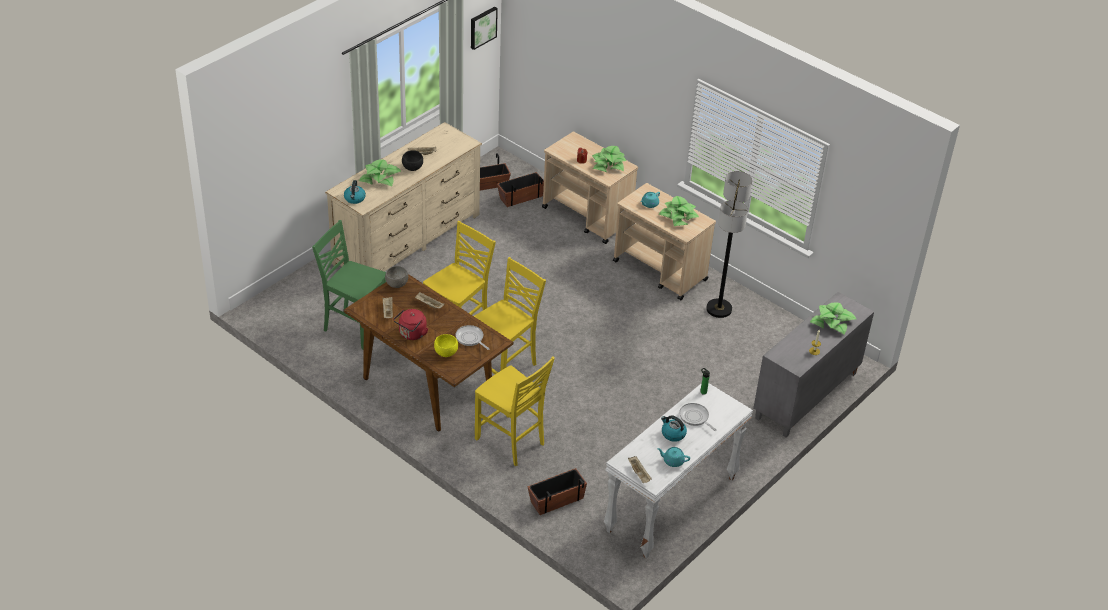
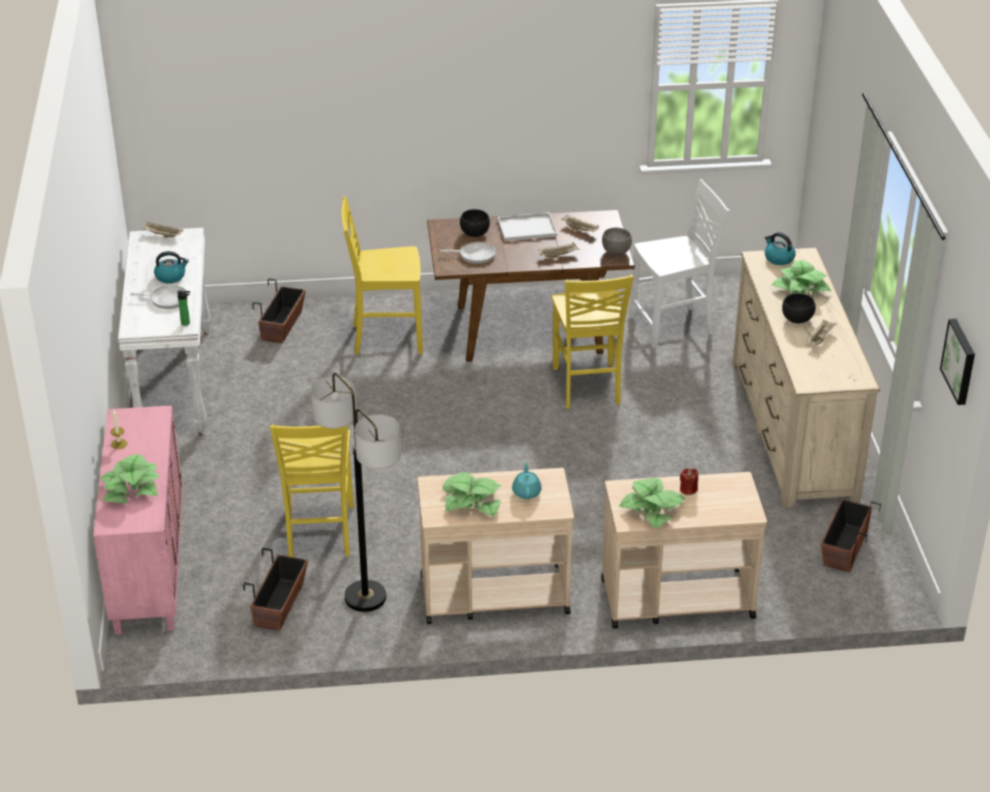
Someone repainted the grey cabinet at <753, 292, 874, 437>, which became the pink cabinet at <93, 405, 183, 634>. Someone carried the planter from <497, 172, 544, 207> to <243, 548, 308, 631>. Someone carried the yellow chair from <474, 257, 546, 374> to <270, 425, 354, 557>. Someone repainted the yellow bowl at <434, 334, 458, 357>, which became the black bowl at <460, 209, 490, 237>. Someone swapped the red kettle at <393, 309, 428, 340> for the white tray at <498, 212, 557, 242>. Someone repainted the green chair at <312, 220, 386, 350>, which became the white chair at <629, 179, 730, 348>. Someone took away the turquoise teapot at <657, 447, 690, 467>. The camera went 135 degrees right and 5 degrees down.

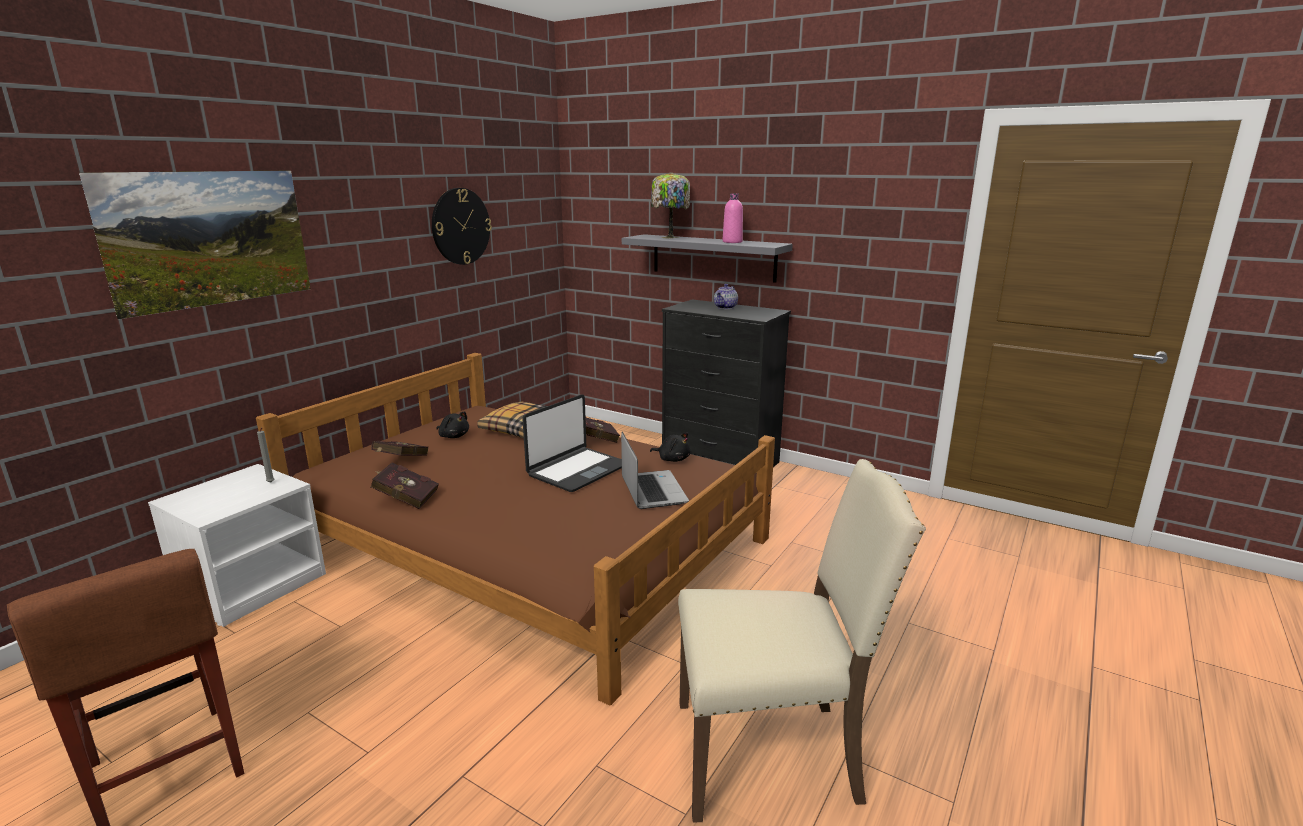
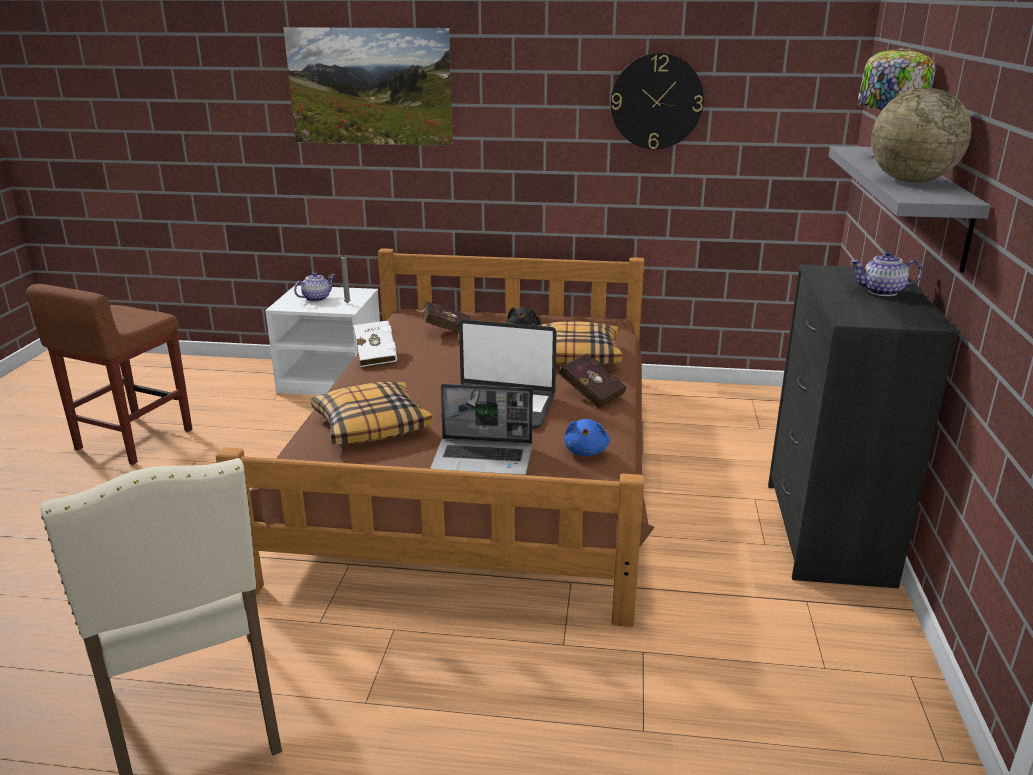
Someone put down the teapot at <294, 272, 335, 302>. Someone put down the pillow at <311, 382, 433, 444>. Someone repainted the red book at <370, 463, 439, 509>, which became the white book at <353, 321, 397, 367>. Someone rotated the laptop at <621, 432, 689, 509> by 45 degrees clockwise. Someone repainted the black plush toy at <650, 432, 691, 462>, which became the blue plush toy at <564, 419, 610, 456>. Someone swapped the pink bottle at <723, 193, 743, 243> for the globe at <871, 88, 971, 182>. The camera went 65 degrees right and 5 degrees up.

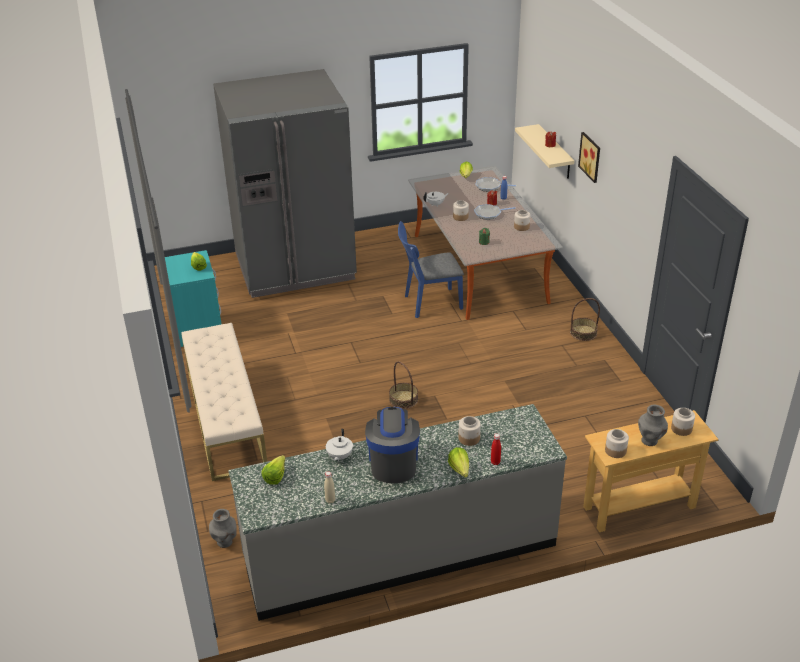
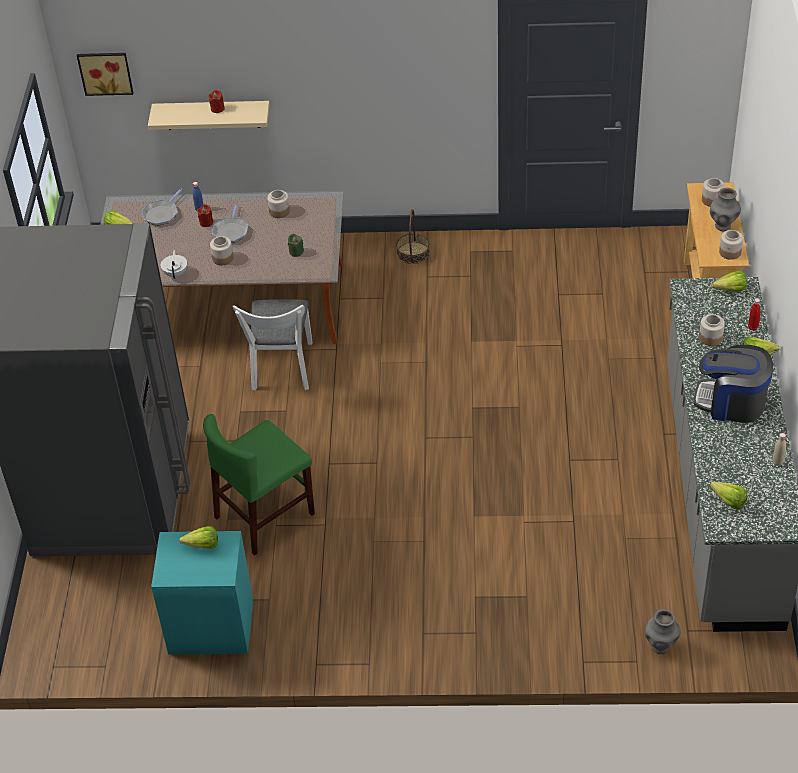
Someone carried the picture from <578, 132, 600, 183> to <77, 53, 133, 96>. Someone put down the green chair at <203, 414, 315, 556>. Someone repainted the blue chair at <398, 221, 464, 318>, which became the white chair at <233, 299, 312, 390>. Someone put down the lettuce at <712, 271, 747, 291>. Someone took away the beige bench at <182, 323, 267, 481>. Someone took away the white teapot at <326, 429, 353, 461>. Someone took away the basket at <389, 361, 418, 409>. The camera went 70 degrees left and 10 degrees up.

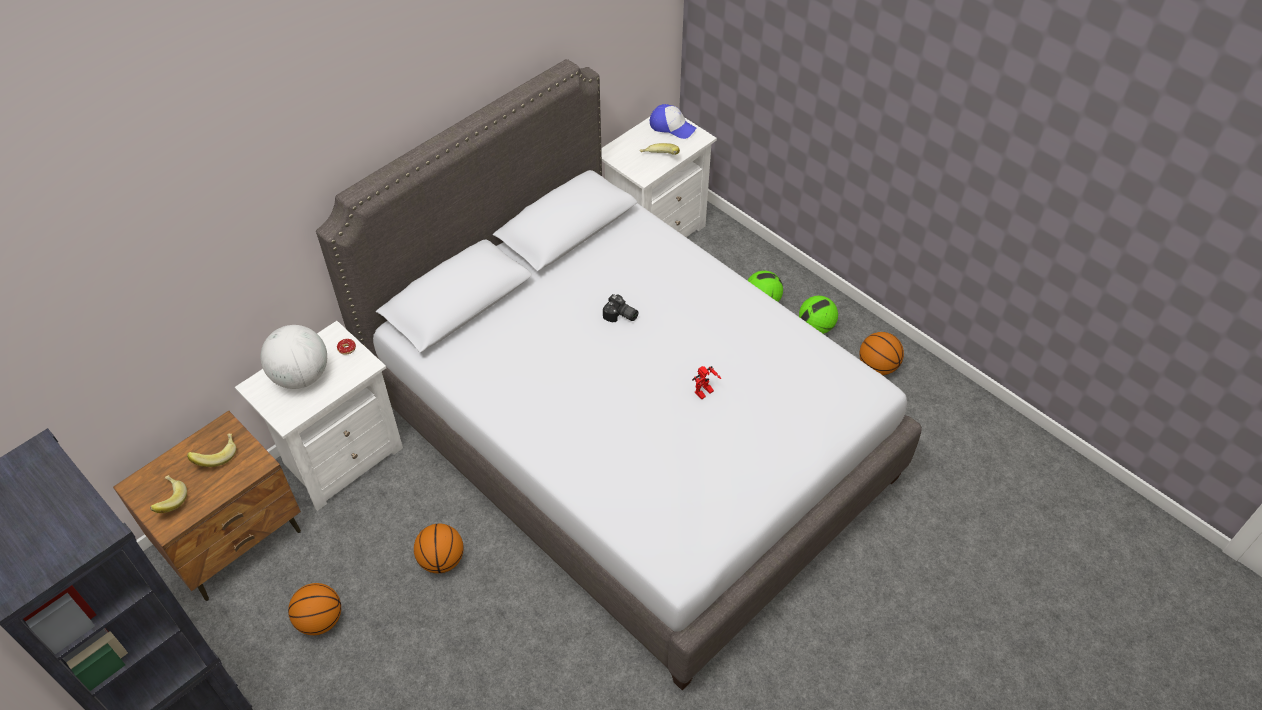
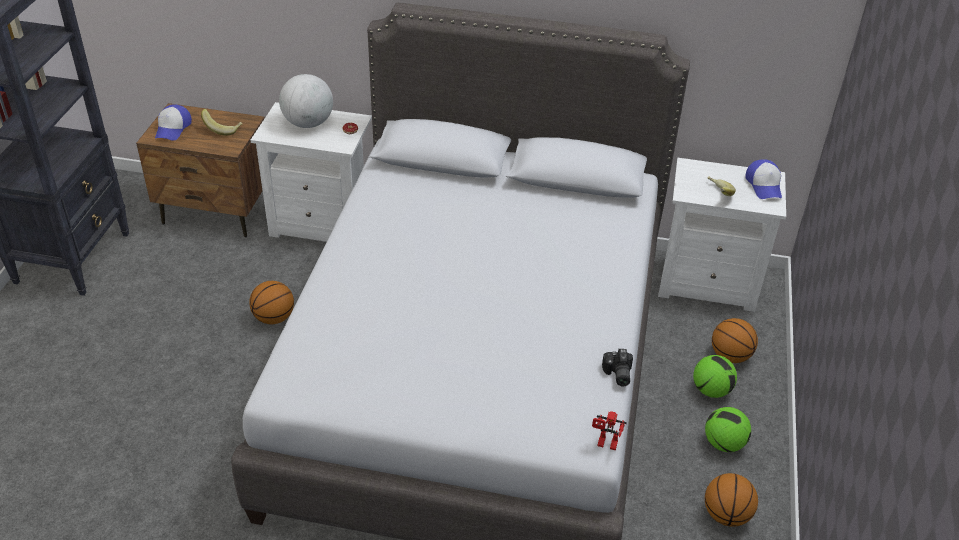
Someone swapped the banana at <150, 475, 187, 513> for the cap at <155, 104, 192, 141>. Someone carried the toy robot from <692, 366, 721, 399> to <592, 411, 627, 450>. Someone carried the photo camera from <603, 294, 639, 322> to <602, 349, 633, 386>. Someone carried the basketball from <288, 583, 341, 635> to <712, 318, 758, 363>. The camera went 55 degrees right and 10 degrees down.

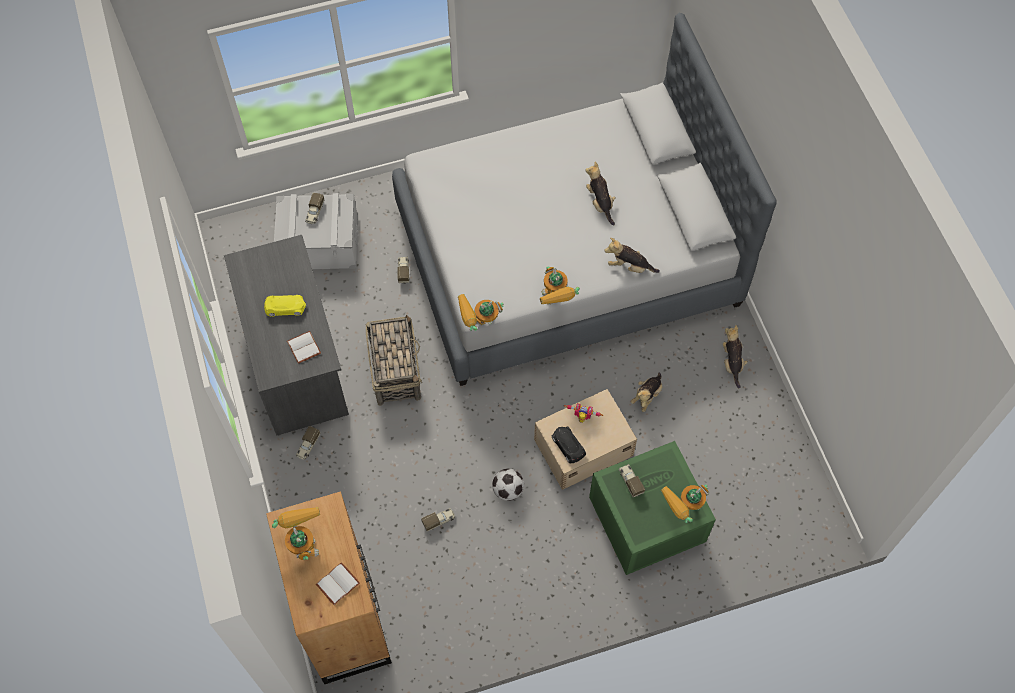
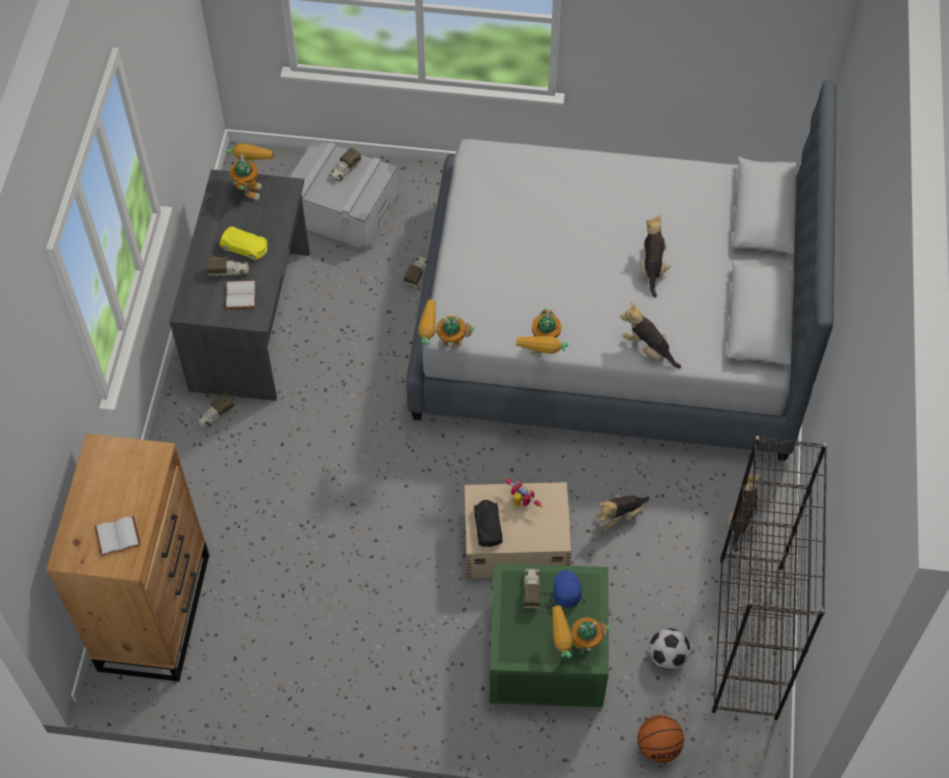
Someone carried the toy truck from <421, 508, 455, 531> to <207, 257, 249, 277>. Someone carried the toy robot from <272, 507, 320, 560> to <226, 143, 274, 201>. Someone put down the blue cap at <553, 570, 582, 607>. Someone put down the basketball at <637, 715, 684, 763>. Someone carried the football from <492, 469, 524, 501> to <649, 628, 690, 670>. Someone put down the black bookcase at <712, 436, 827, 720>. Someone took away the basket at <366, 315, 422, 406>. The camera went 25 degrees right and 5 degrees down.

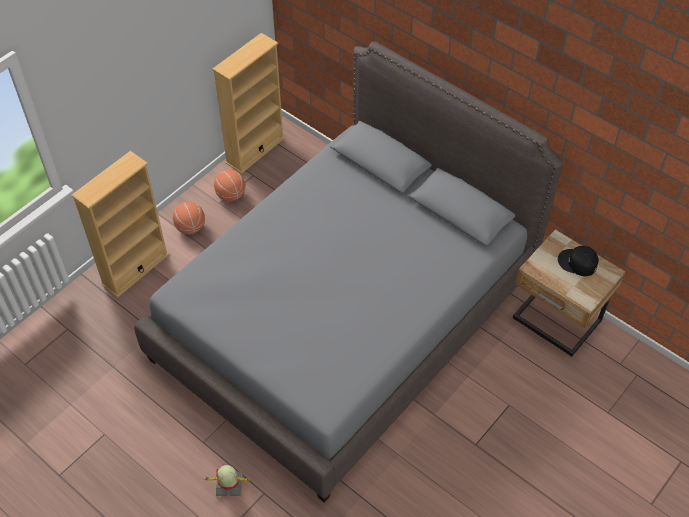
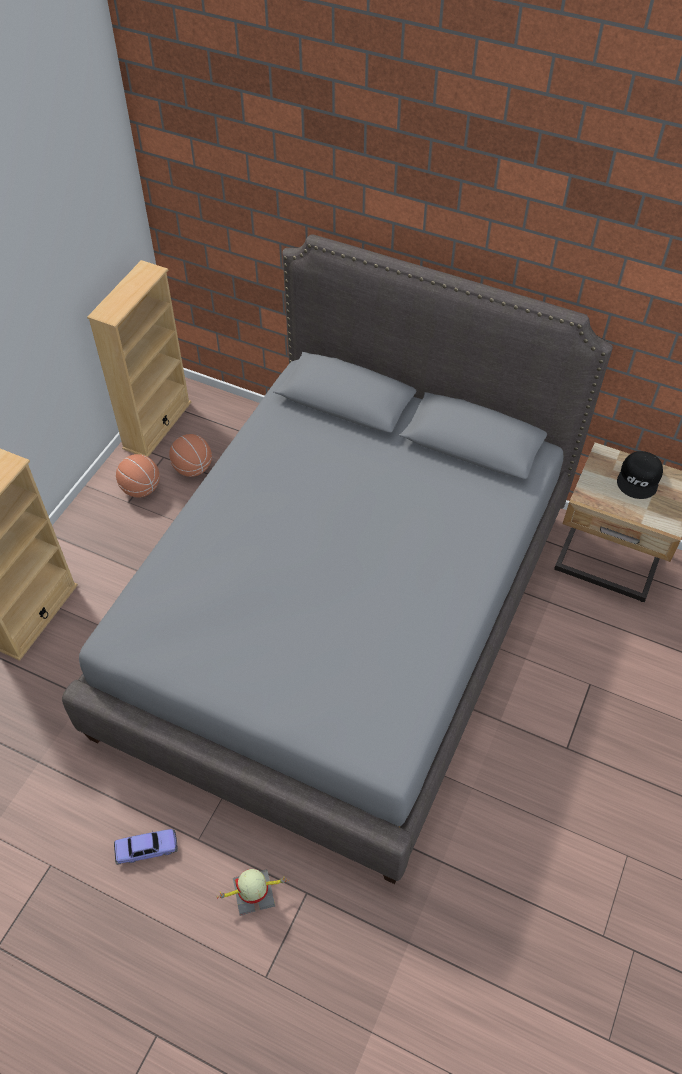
Someone put down the toy car at <114, 829, 178, 865>. Someone carried the basketball from <173, 202, 205, 234> to <169, 434, 212, 477>. Someone rotated the black cap at <558, 246, 599, 276> by 75 degrees counterclockwise. The camera went 15 degrees left and 0 degrees up.

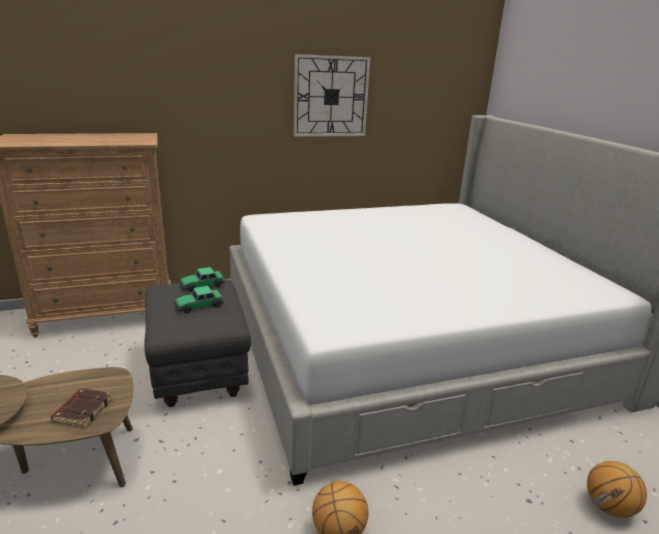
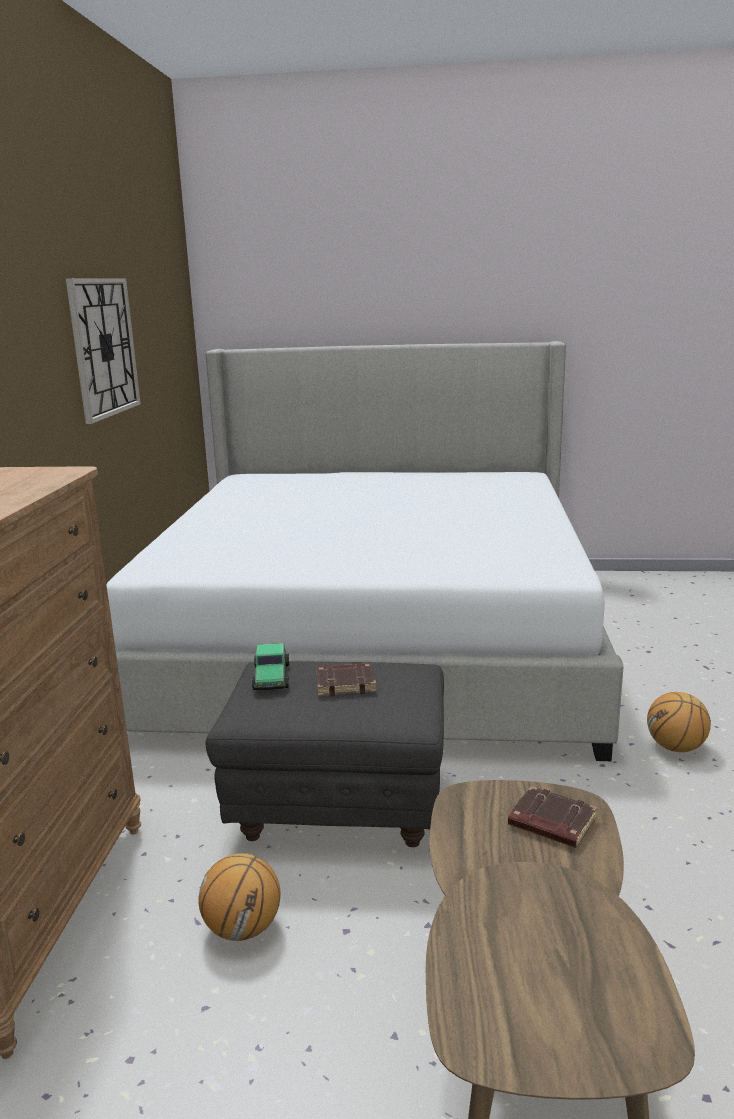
Someone carried the basketball from <587, 461, 647, 518> to <199, 853, 281, 941>. Someone swapped the toy car at <175, 286, 224, 313> for the brown book at <316, 663, 377, 696>. The camera went 65 degrees left and 5 degrees down.

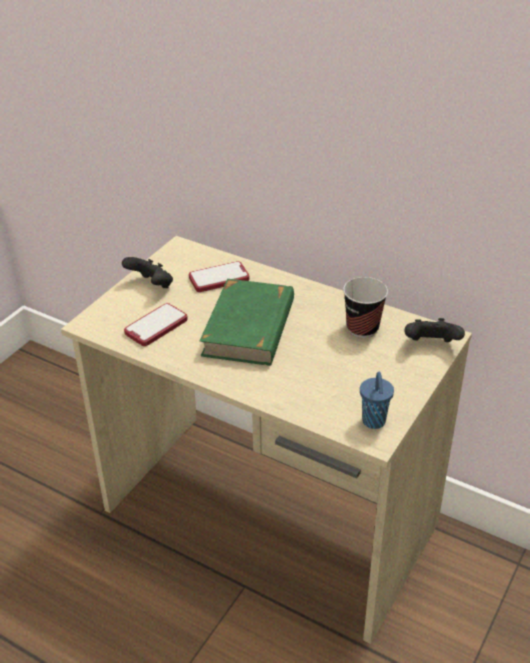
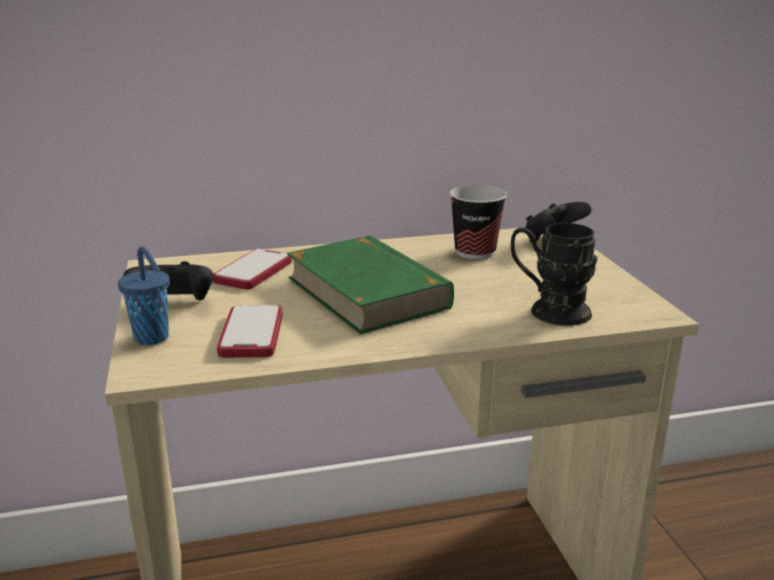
Someone carried the blue cup from <360, 372, 394, 429> to <118, 246, 170, 345>. Someone put down the black mug at <511, 223, 598, 326>. The camera went 45 degrees left and 15 degrees down.

